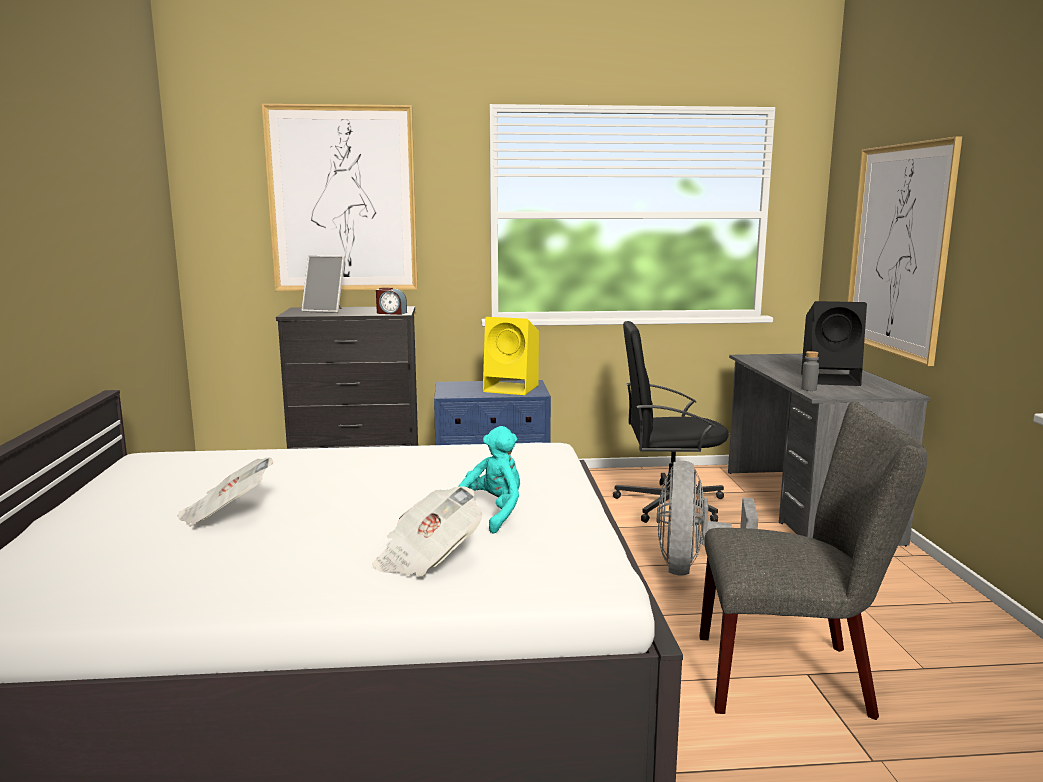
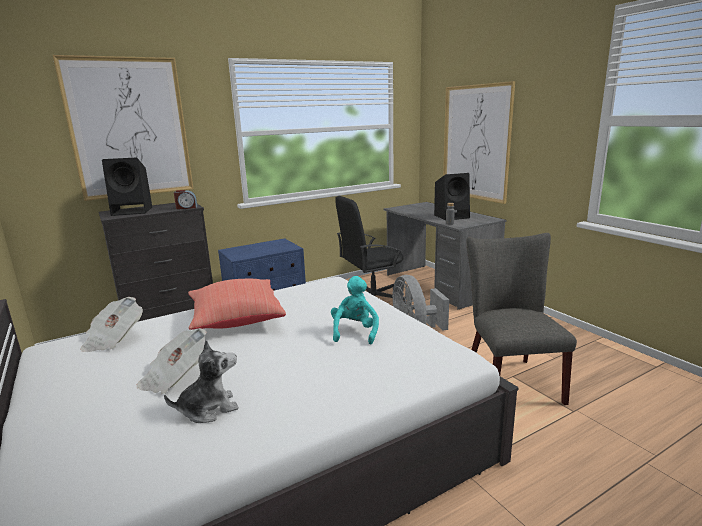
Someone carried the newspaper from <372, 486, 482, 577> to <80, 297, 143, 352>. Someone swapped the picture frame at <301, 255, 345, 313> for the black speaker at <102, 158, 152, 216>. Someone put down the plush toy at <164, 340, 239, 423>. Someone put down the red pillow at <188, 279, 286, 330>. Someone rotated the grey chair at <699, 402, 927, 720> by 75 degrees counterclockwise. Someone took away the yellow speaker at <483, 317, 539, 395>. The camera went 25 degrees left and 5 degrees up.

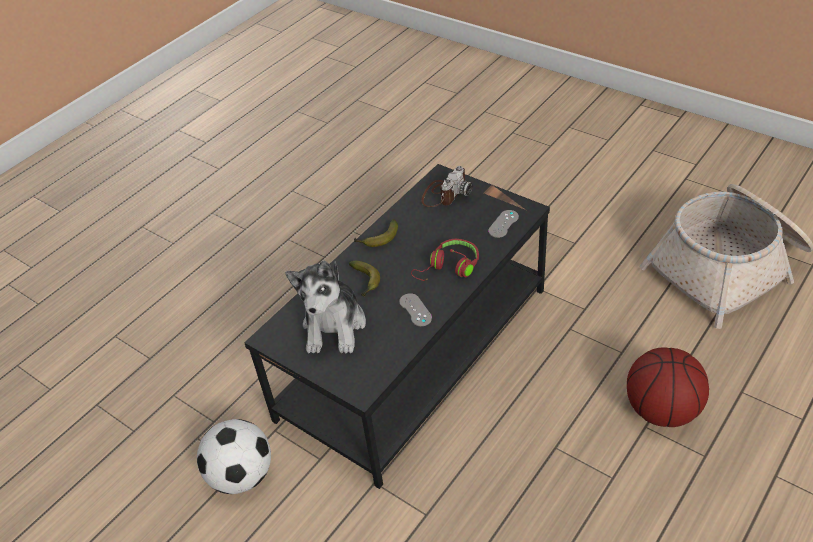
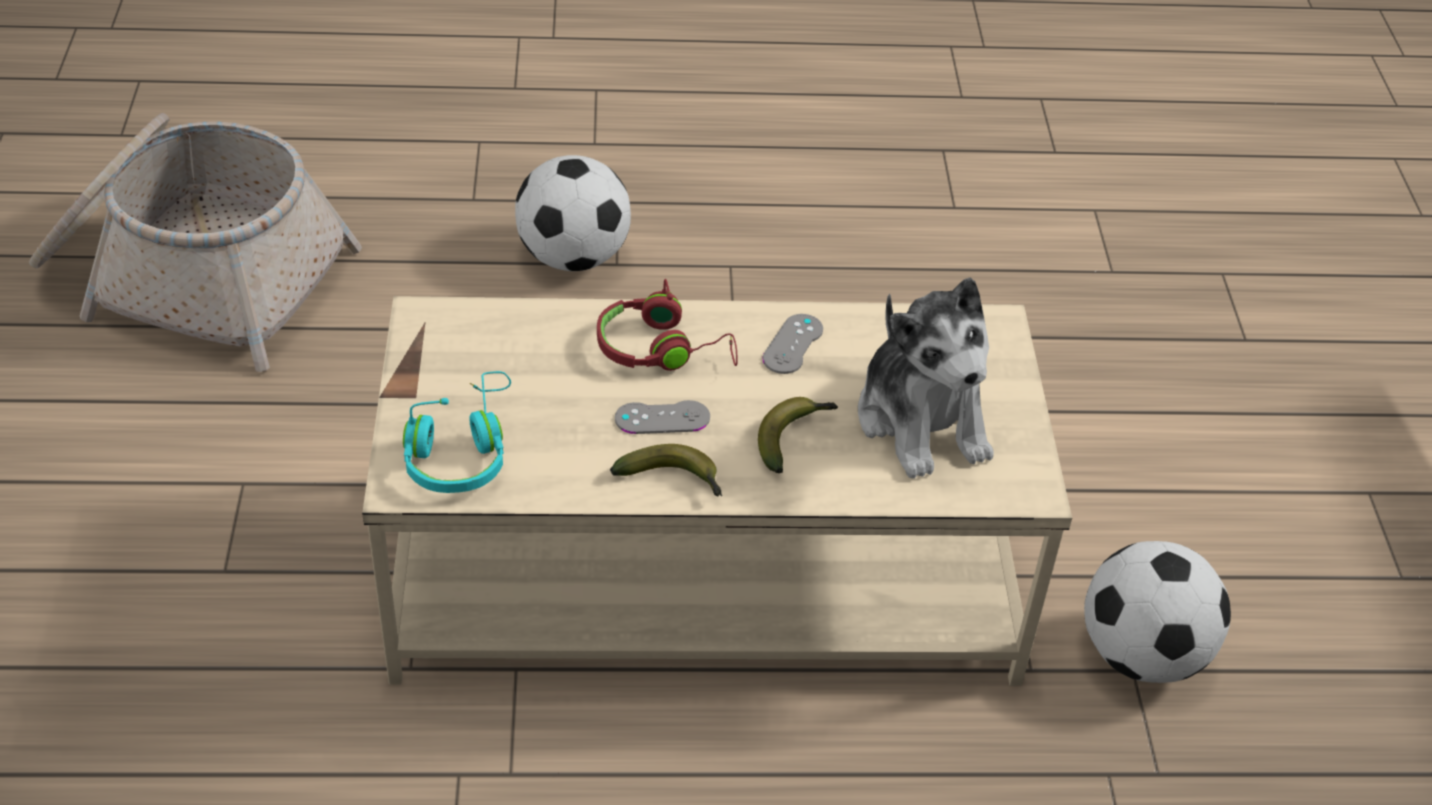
Someone repainted the black coffee table at <244, 164, 550, 489>, which became the beige coffee table at <362, 296, 1072, 686>. Someone swapped the photo camera at <421, 166, 472, 207> for the turquoise headphones at <403, 371, 511, 493>. Someone swapped the basketball at <627, 347, 709, 427> for the football at <515, 155, 631, 271>. Someone carried the grey game controller from <488, 210, 519, 238> to <615, 400, 710, 434>. Someone rotated the plush toy at <285, 260, 366, 353> by 105 degrees clockwise. The camera went 135 degrees left and 0 degrees up.

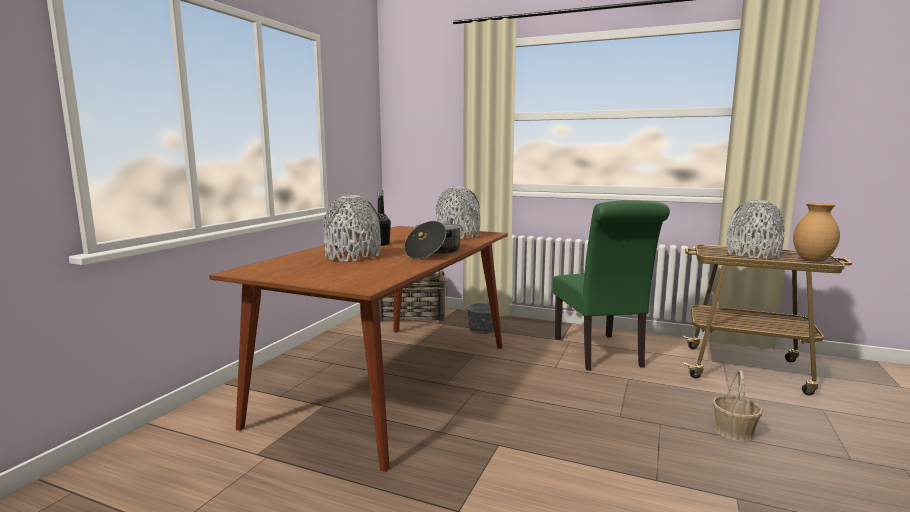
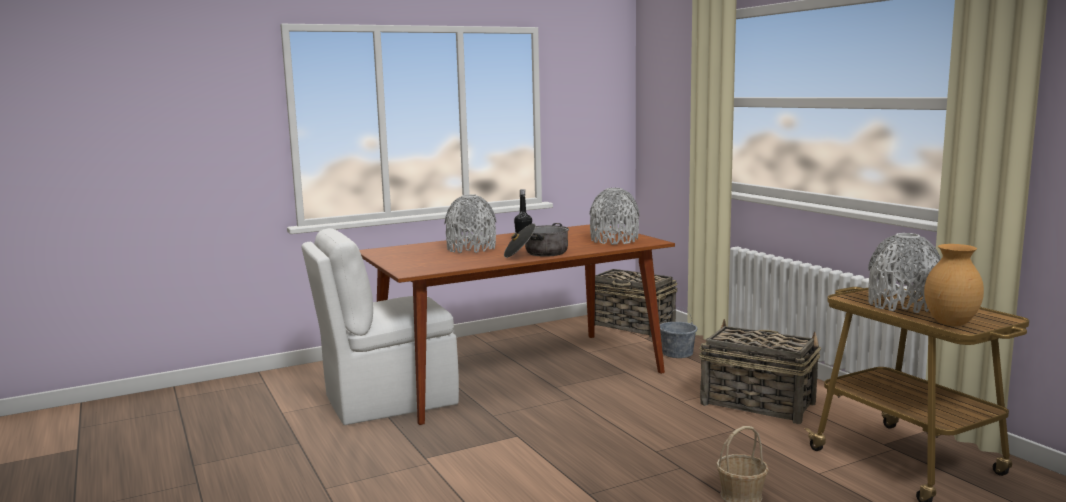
Someone put down the white chair at <301, 228, 459, 425>. Someone swapped the green chair at <552, 200, 670, 371> for the basket at <699, 319, 821, 424>. The camera went 40 degrees right and 0 degrees up.

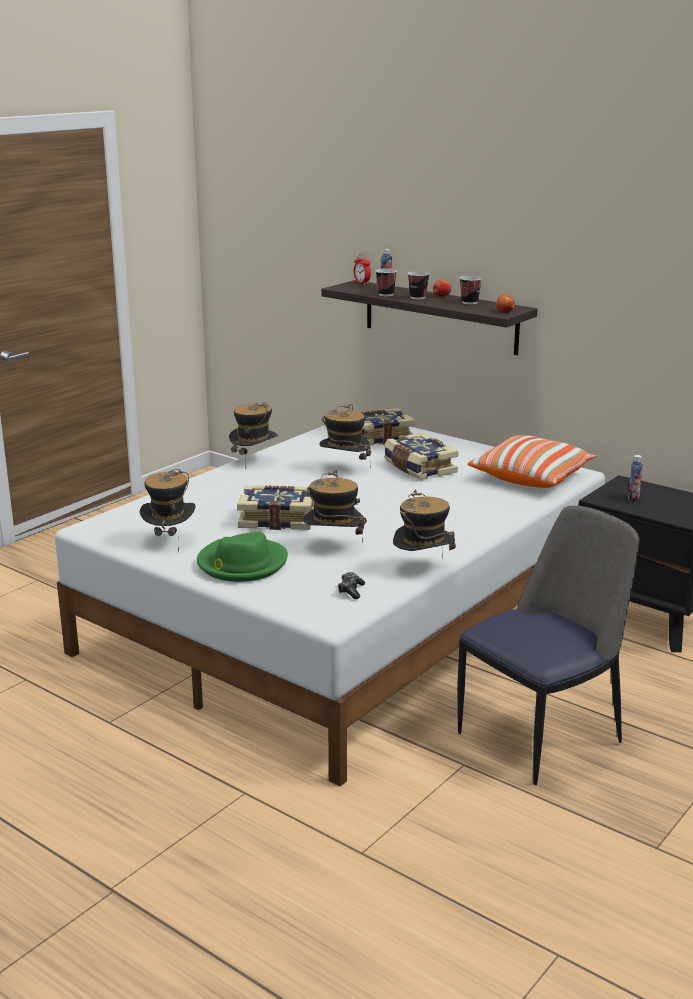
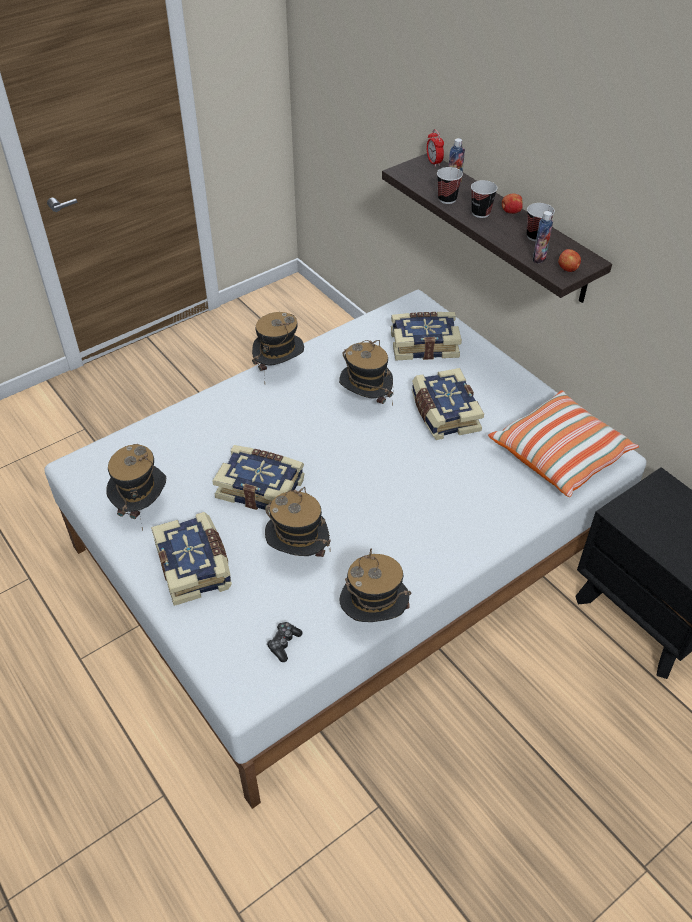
Someone swapped the green hat at <197, 532, 288, 582> for the book at <151, 512, 232, 606>. Someone carried the bottle from <628, 455, 643, 502> to <533, 211, 553, 264>. Someone took away the chair at <457, 505, 640, 785>. The camera went 15 degrees right and 25 degrees up.

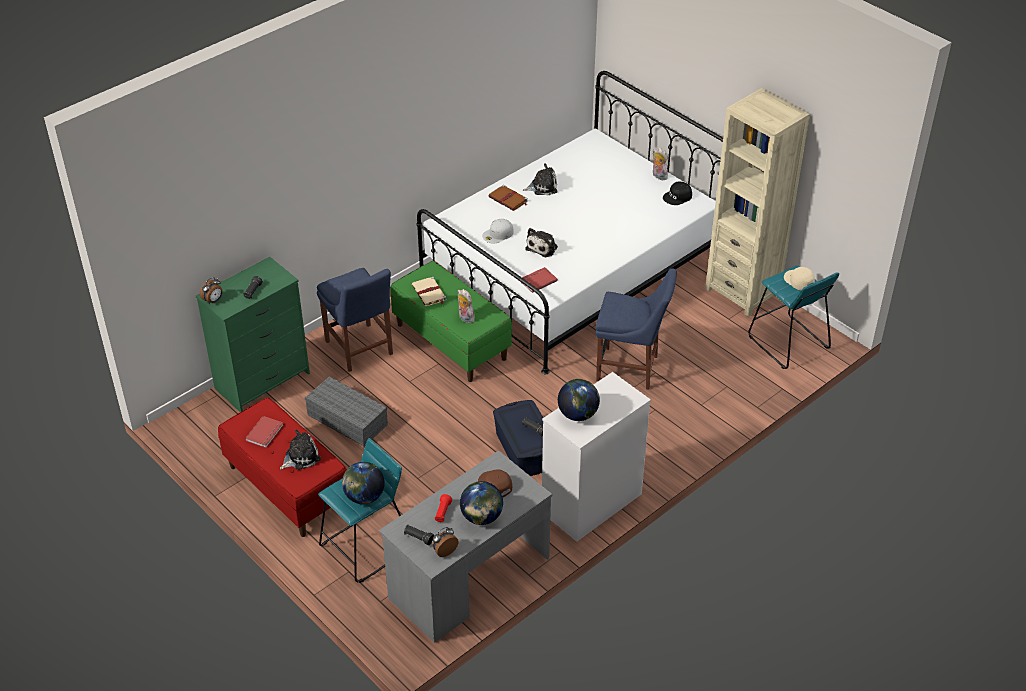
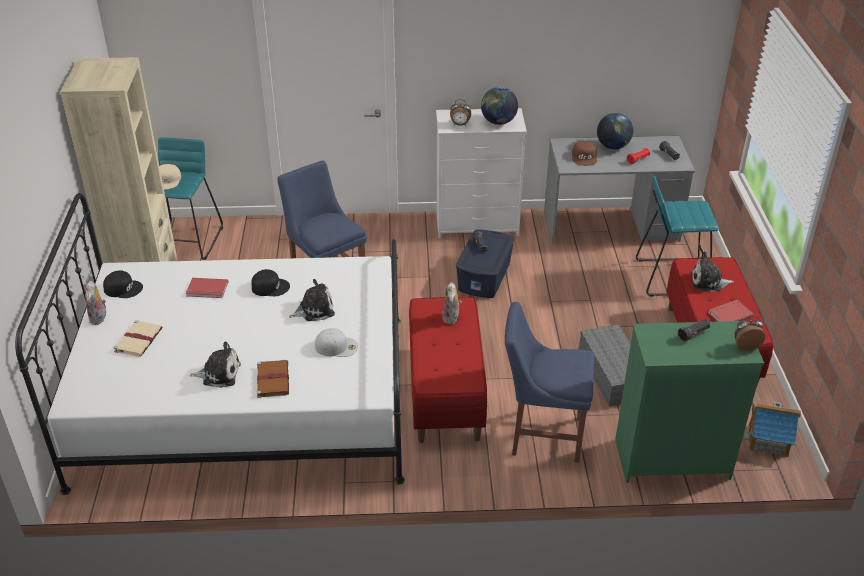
Someone carried the beige book from <412, 276, 447, 306> to <114, 320, 162, 357>. Someone carried the red book from <521, 267, 558, 293> to <186, 278, 228, 298>. Someone rotated the plush toy at <523, 163, 558, 195> by 150 degrees clockwise. Someone put down the black cap at <251, 269, 290, 296>. Someone repainted the green bench at <390, 261, 512, 382>, which became the red bench at <409, 297, 487, 443>. Someone carried the alarm clock from <432, 527, 459, 557> to <450, 99, 471, 126>. Someone rotated the blue chair at <317, 268, 393, 372> by 90 degrees counterclockwise. Someone put down the toy house at <743, 402, 801, 457>. Someone took away the globe at <342, 462, 385, 504>. The camera went 140 degrees left and 5 degrees down.

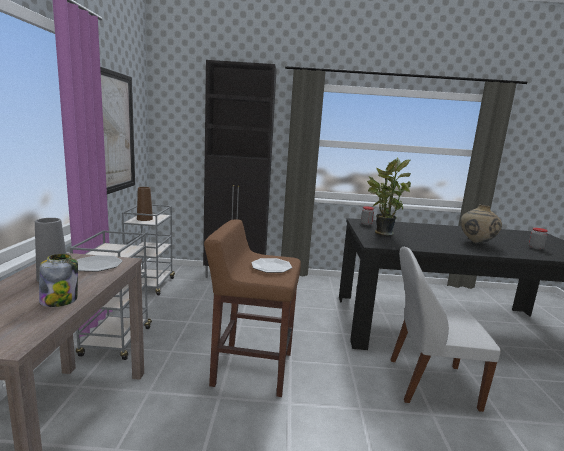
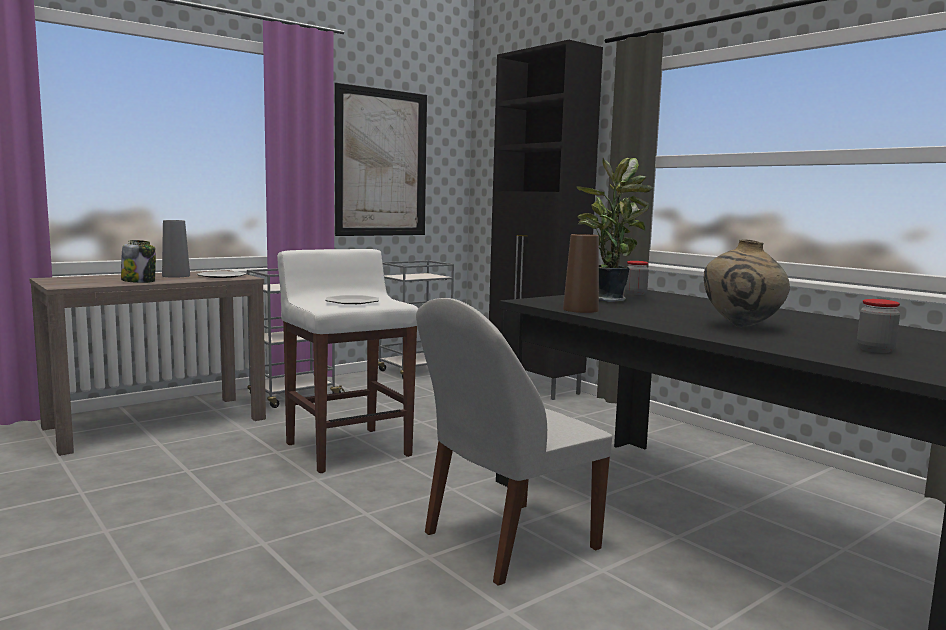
Someone repainted the brown stool at <204, 219, 301, 397>, which became the white stool at <277, 249, 418, 473>. Someone rotated the white chair at <390, 247, 501, 412> by 90 degrees counterclockwise. Someone carried the brown vase from <137, 187, 153, 221> to <563, 234, 599, 313>. The camera went 50 degrees right and 5 degrees down.

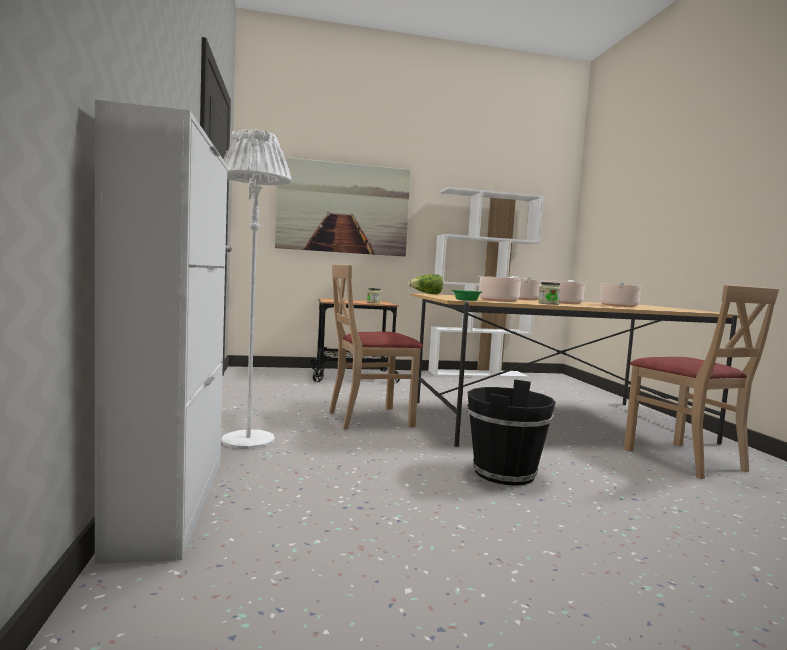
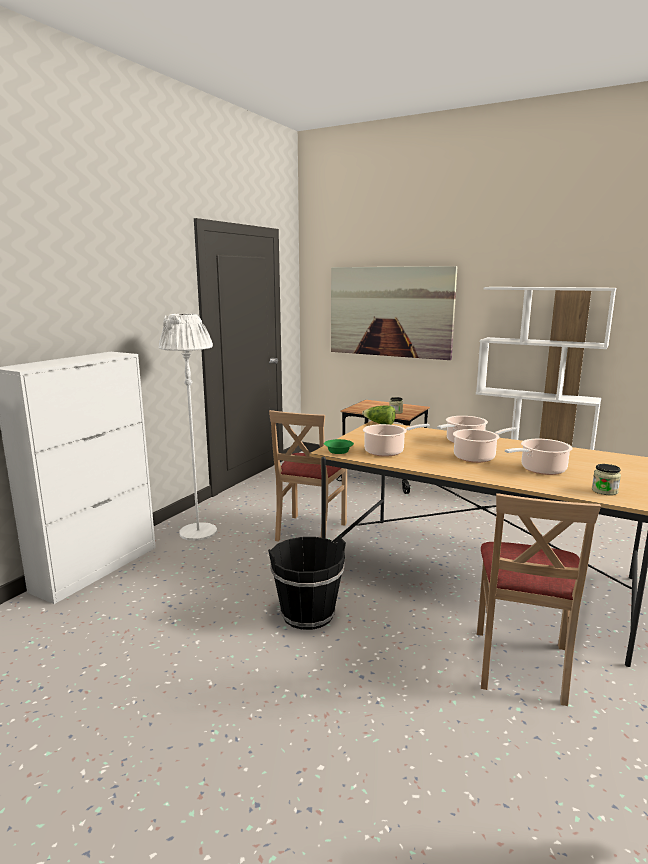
Someone rotated the beige chair at <329, 265, 423, 429> by 90 degrees counterclockwise. Someone carried the jar from <538, 282, 561, 305> to <592, 464, 621, 495>. The camera went 40 degrees right and 10 degrees up.

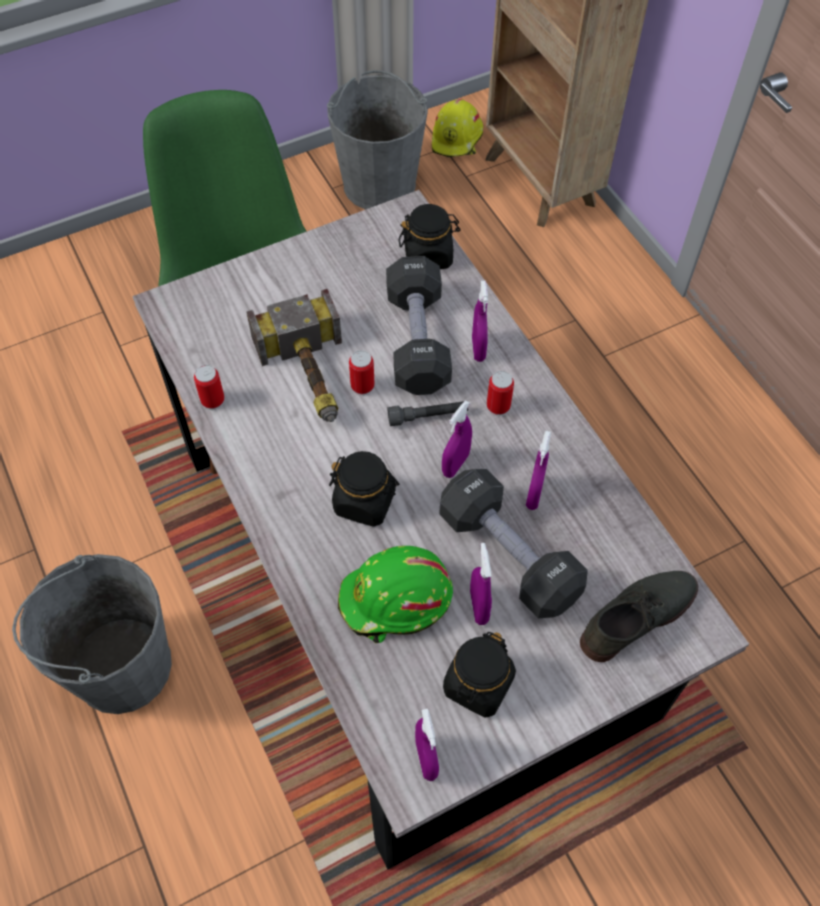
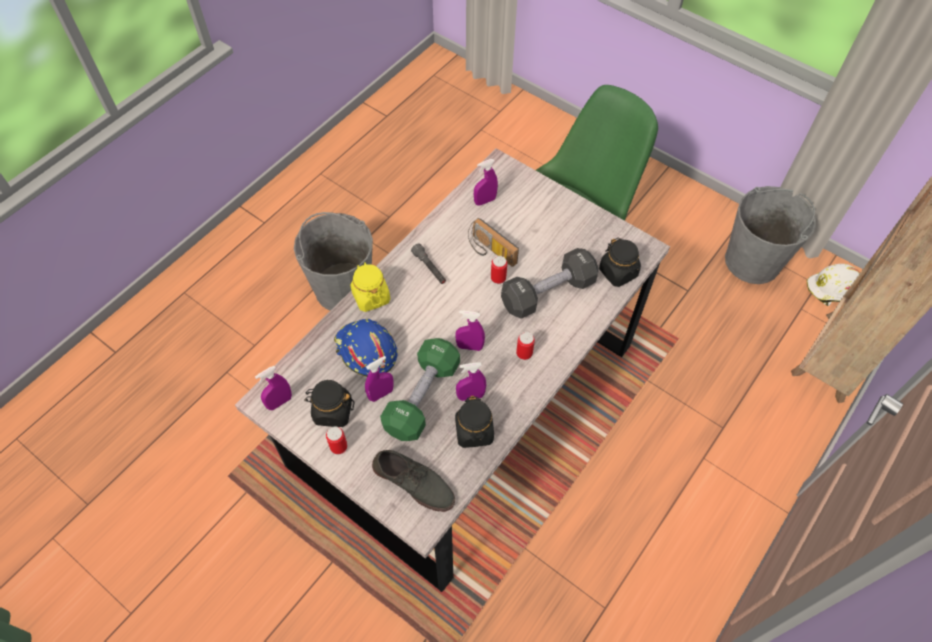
Someone carried the can from <194, 365, 225, 410> to <326, 426, 347, 455>. Someone repainted the green hard hat at <338, 546, 453, 643>, which became the blue hard hat at <334, 319, 398, 377>. Someone put down the yellow jar at <351, 263, 390, 312>. Someone repainted the black dumbbell at <439, 469, 588, 618>, which became the green dumbbell at <380, 338, 460, 441>. Someone carried the grey flashlight from <387, 401, 468, 426> to <411, 243, 446, 284>. Someone carried the black jar from <329, 451, 400, 527> to <455, 396, 494, 448>. Someone swapped the hammer at <246, 289, 342, 422> for the radio at <468, 218, 519, 267>. Someone carried the purple spray bottle from <472, 281, 488, 362> to <474, 159, 498, 206>. Someone repainted the yellow hard hat at <432, 99, 483, 157>, which became the white hard hat at <806, 264, 860, 306>. The camera went 65 degrees right and 0 degrees up.

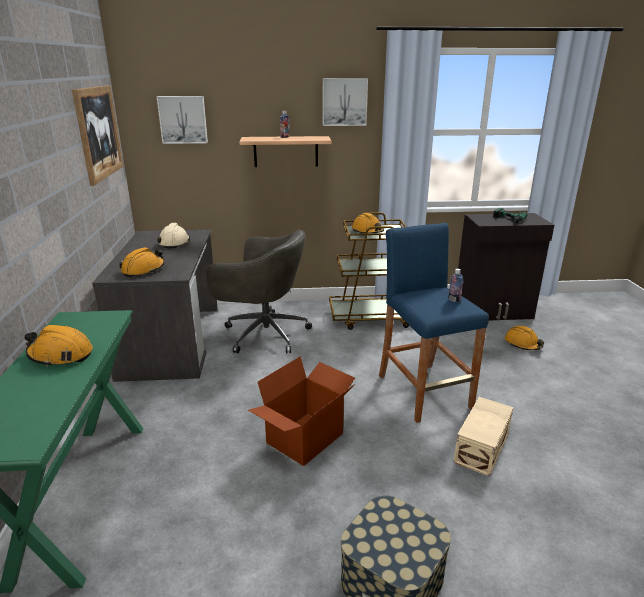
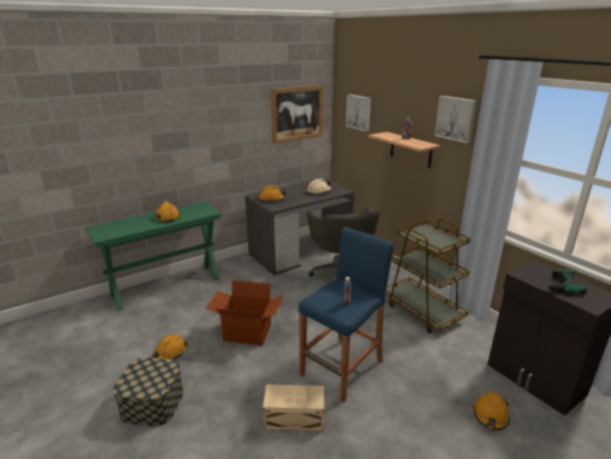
Someone carried the orange hard hat from <352, 213, 384, 234> to <152, 334, 188, 360>. The camera went 60 degrees right and 0 degrees up.

